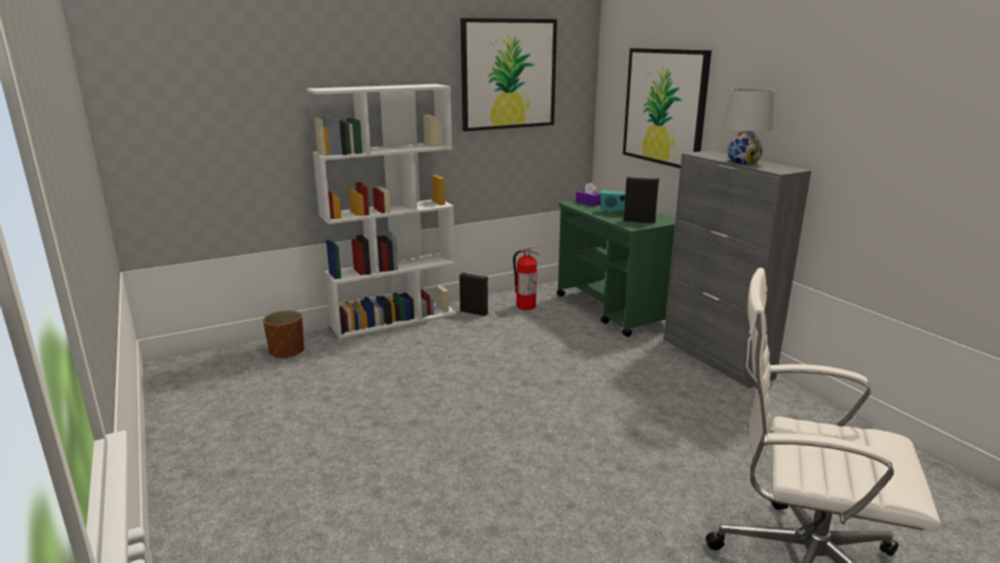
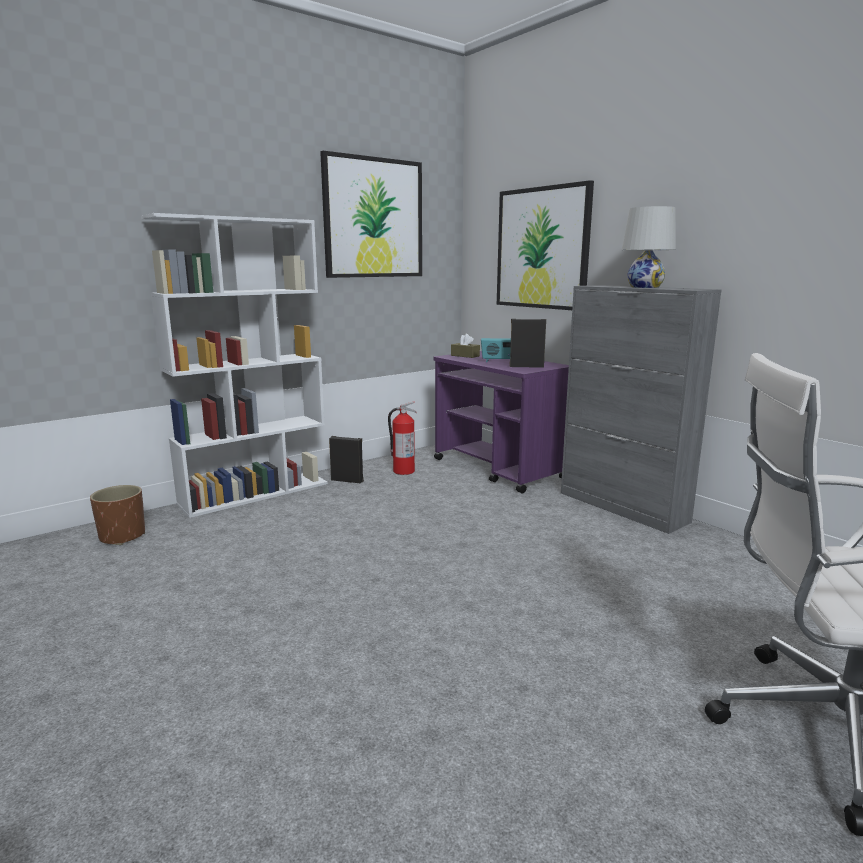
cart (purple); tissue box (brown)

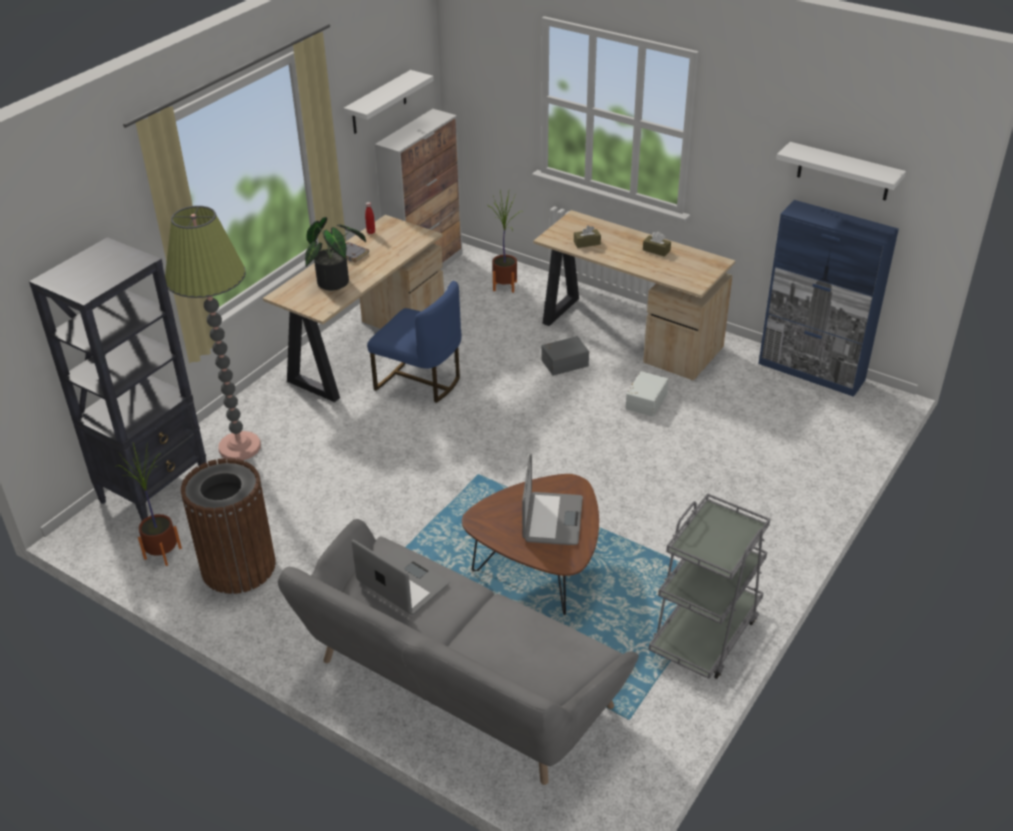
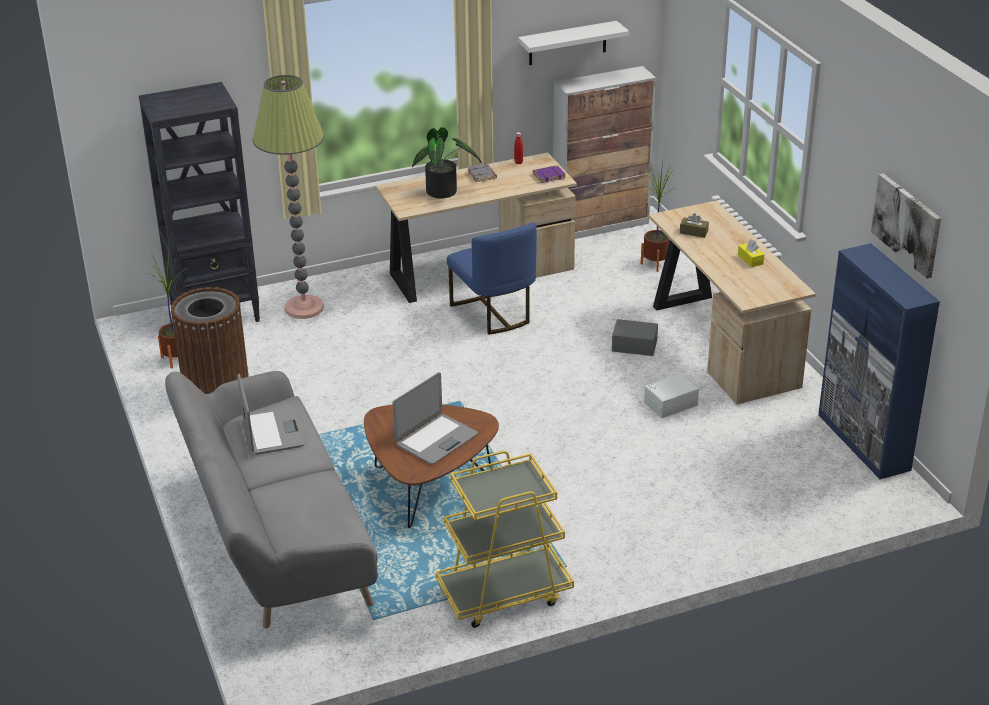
tissue box (yellow); cart (yellow); picture; book (purple)

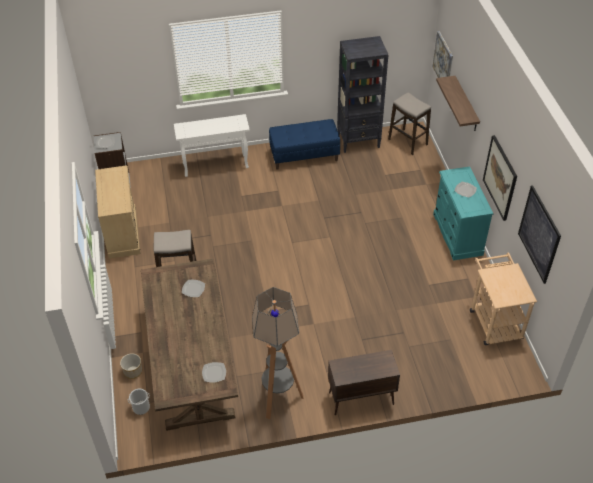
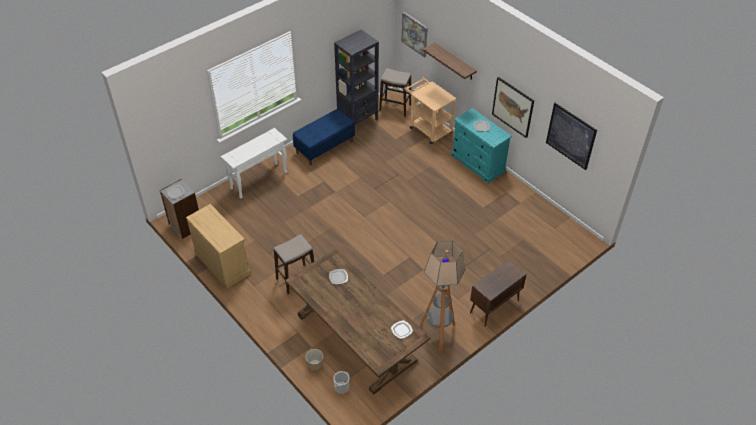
cart (beige)

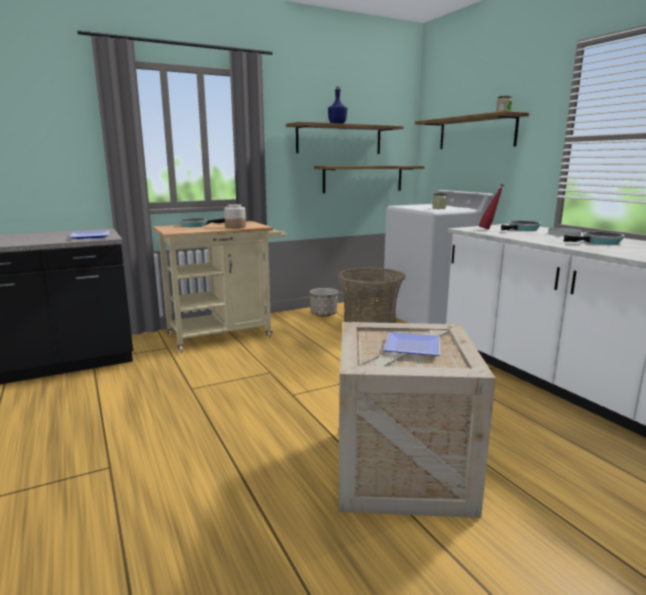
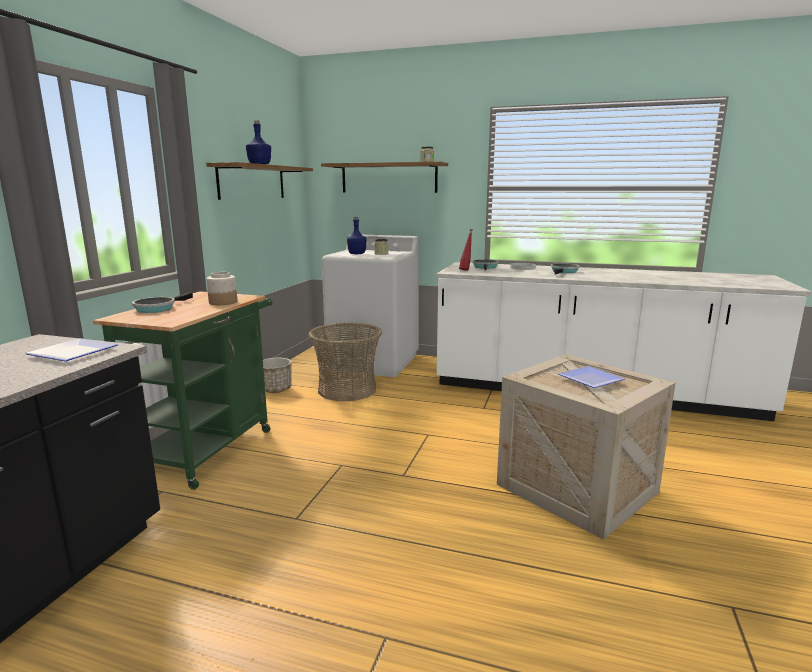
cart (green); shelf (no. 2 from left in the first image); bottle (blue) (no. 2 from left)

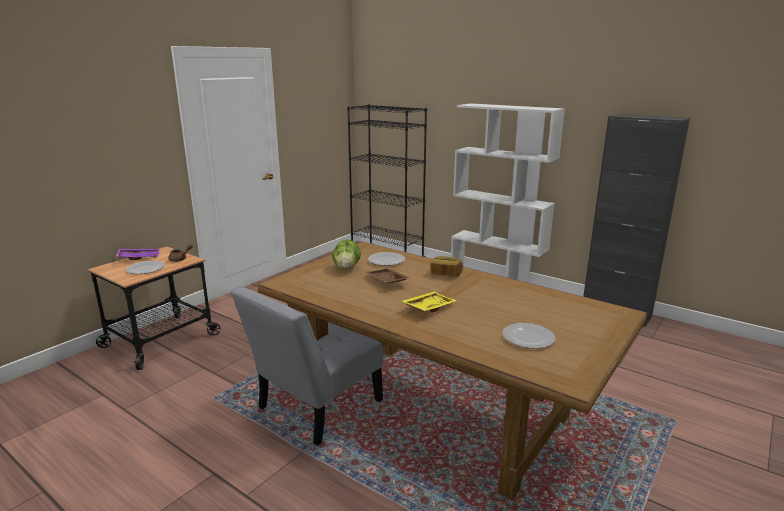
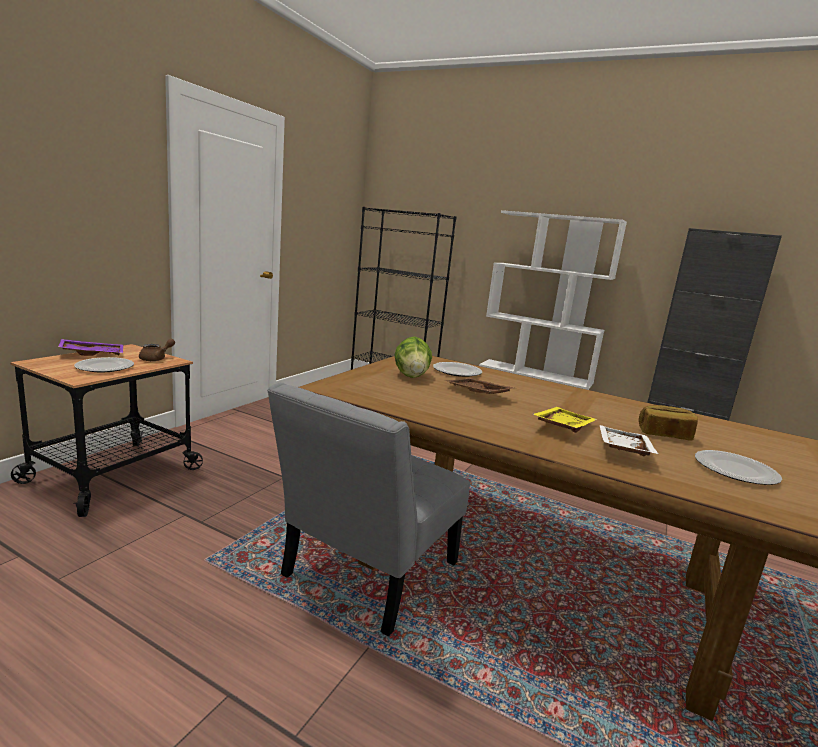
bread; tray (white)

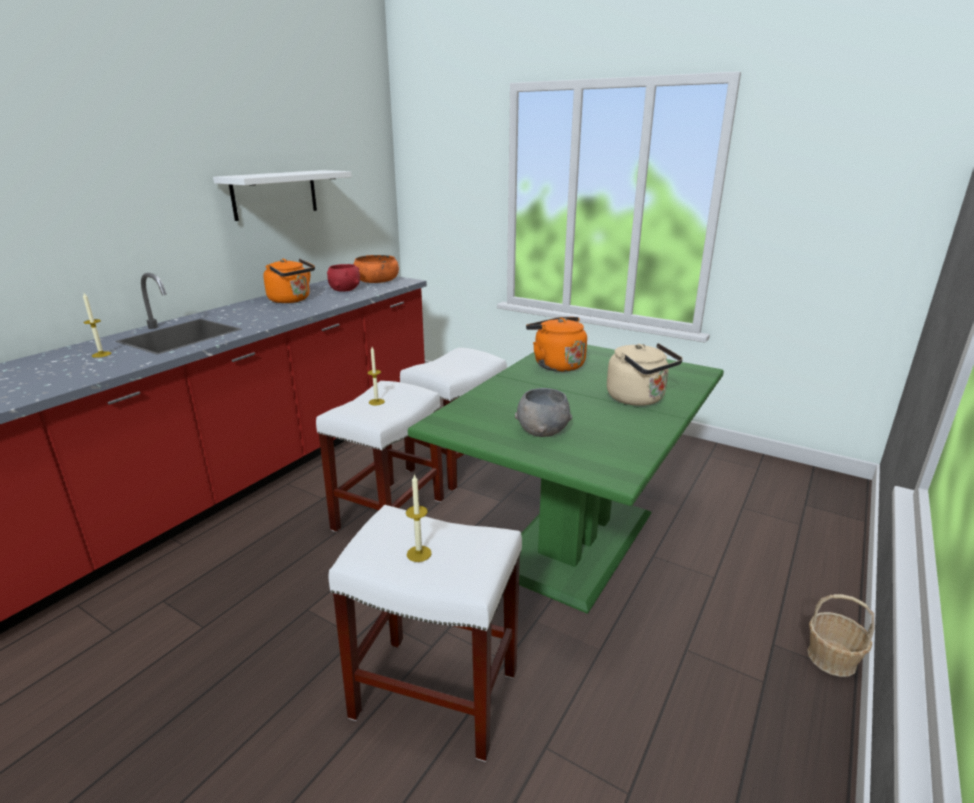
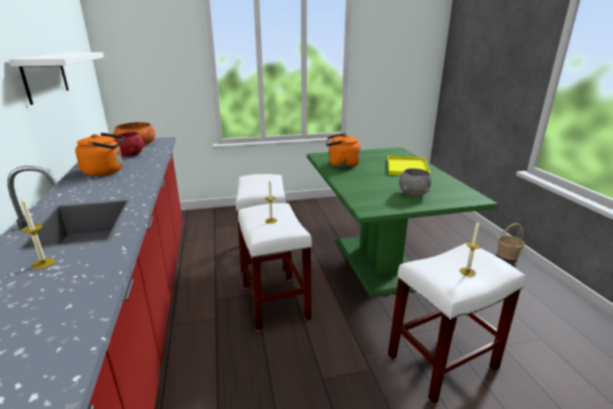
tray (yellow)

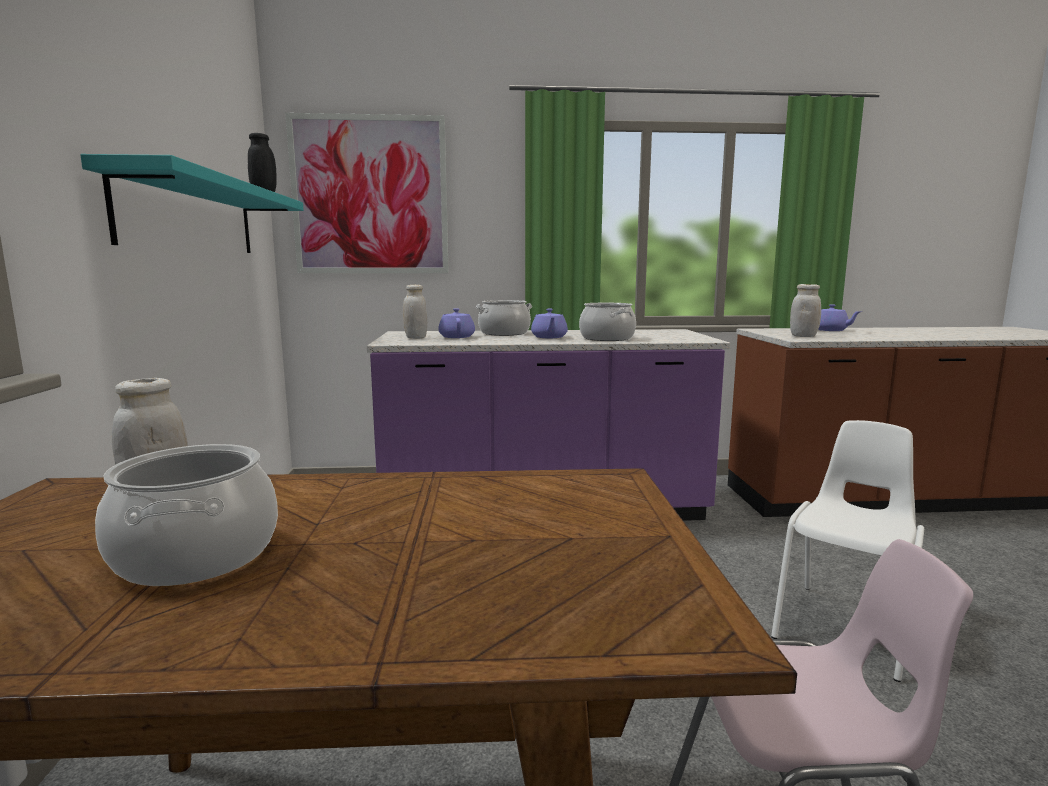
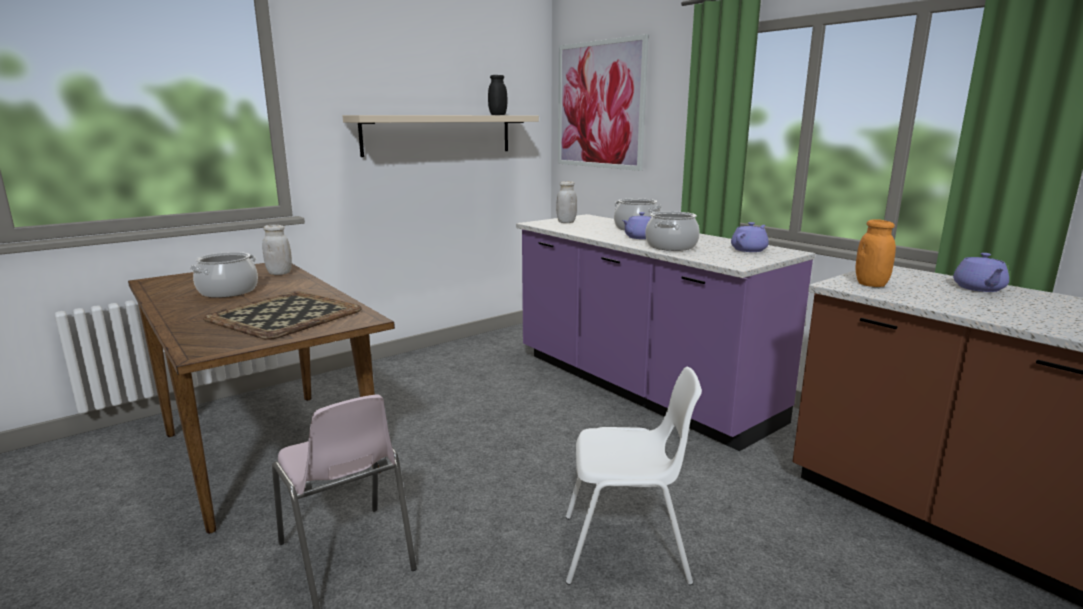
shelf (beige); teapot (purple) (no. 2 from left); jar (orange); tray

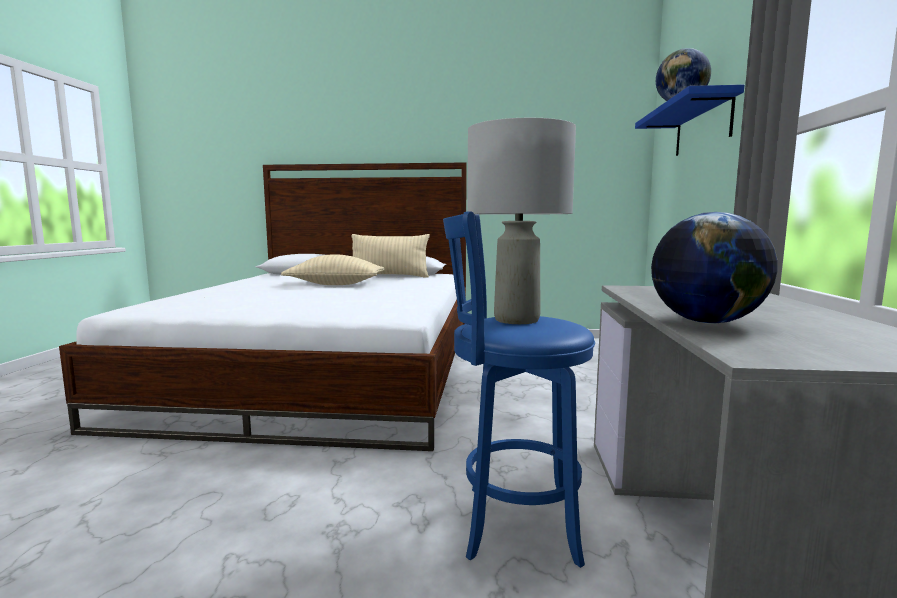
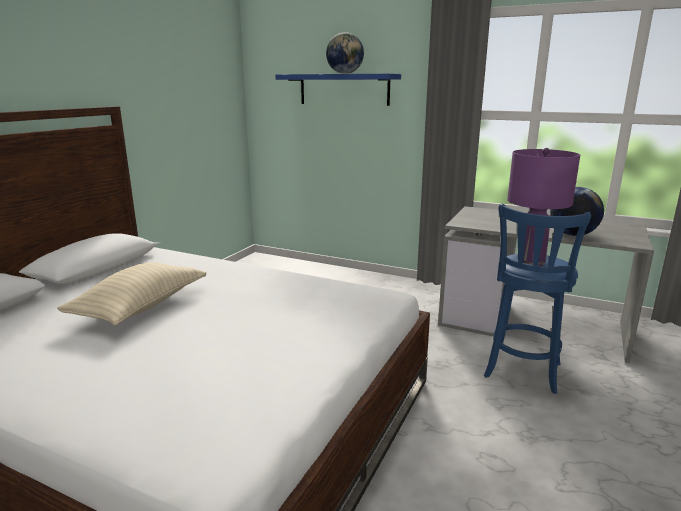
pillow (beige) (no. 2 from left in the first image); table lamp (purple)

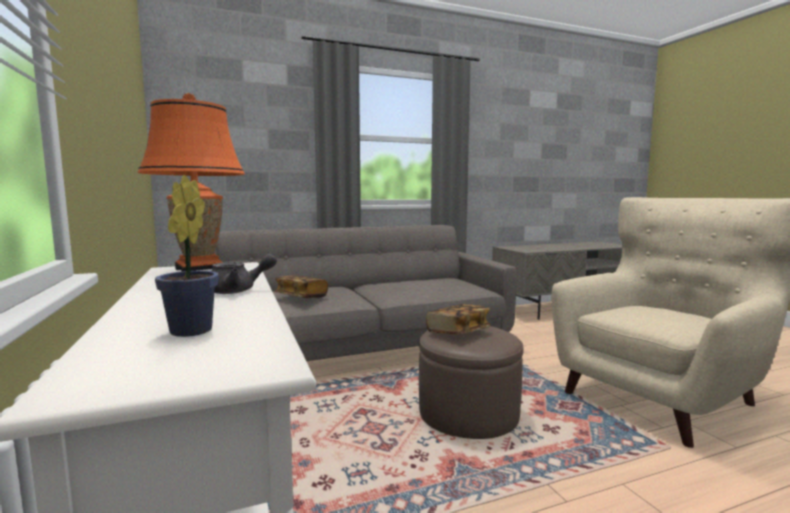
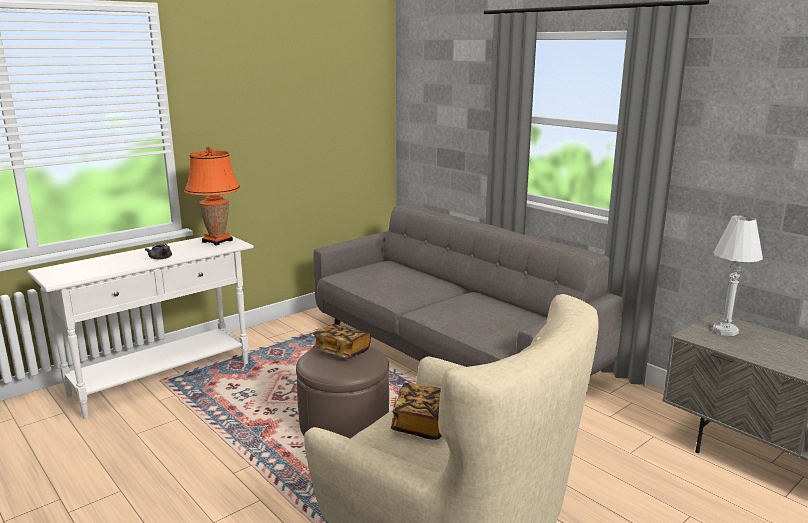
potted plant; book (no. 2 from left); table lamp (white)

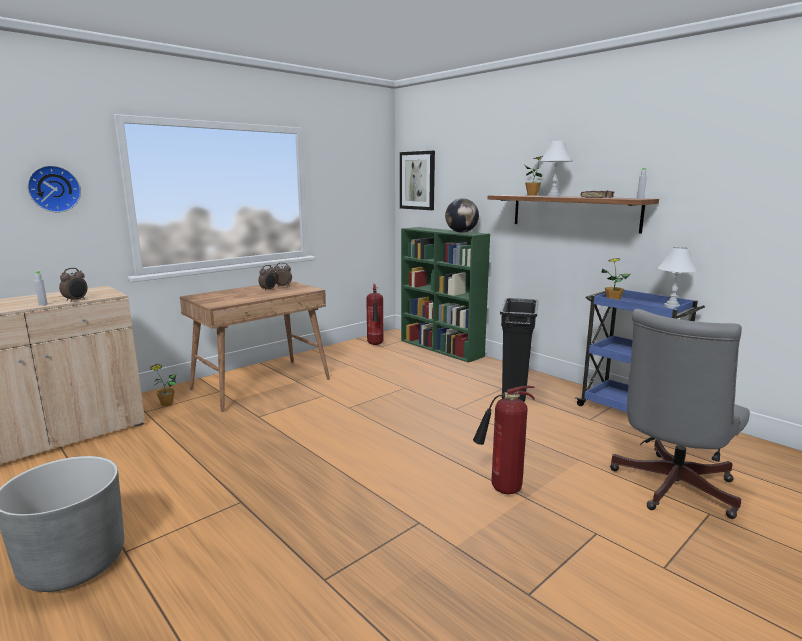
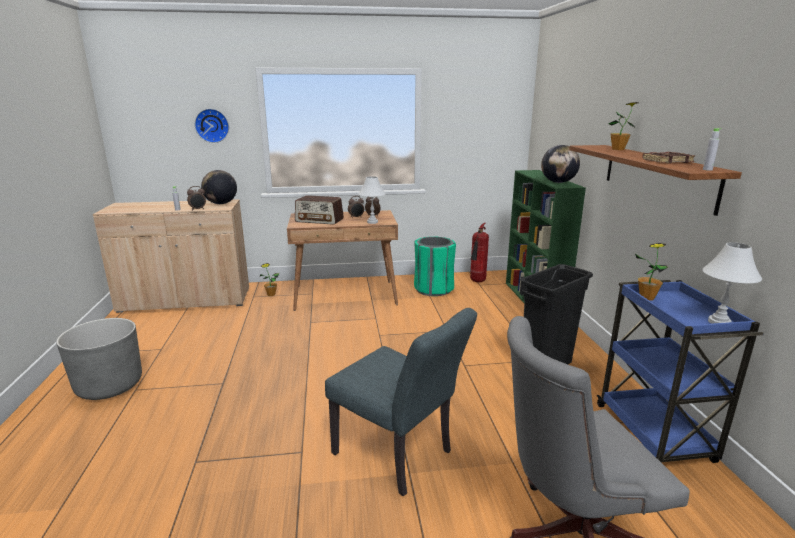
picture; chair (grey); table lamp (white) (no. 1 from left); globe (no. 1 from left); radio; trash can (green)

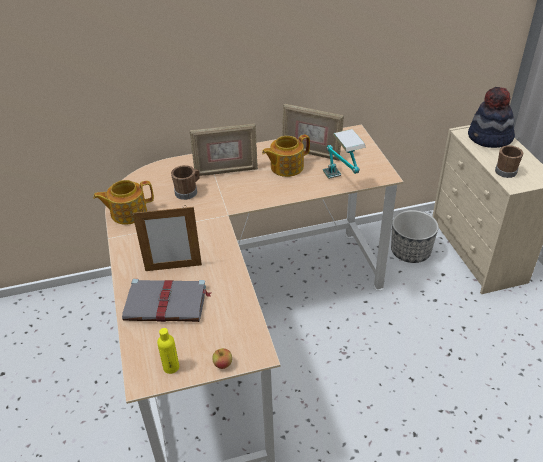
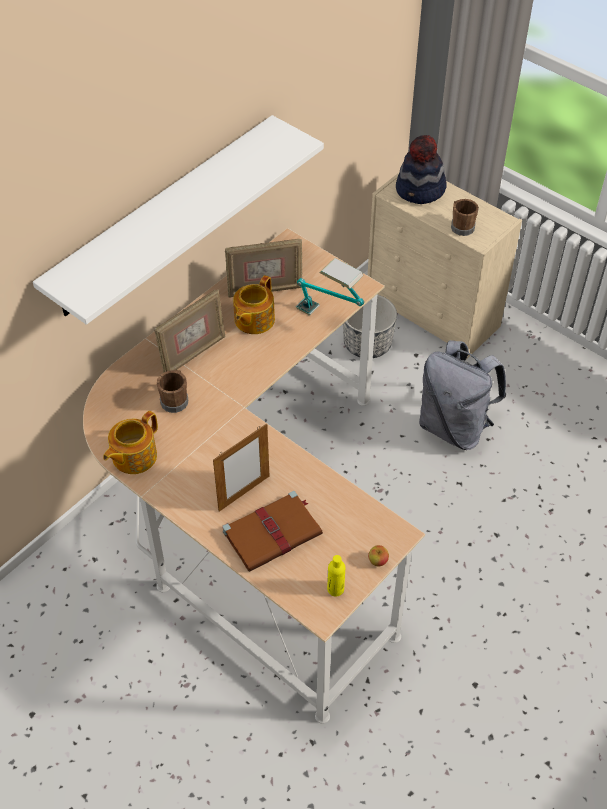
book (brown); shelf (white); backpack (grey)

